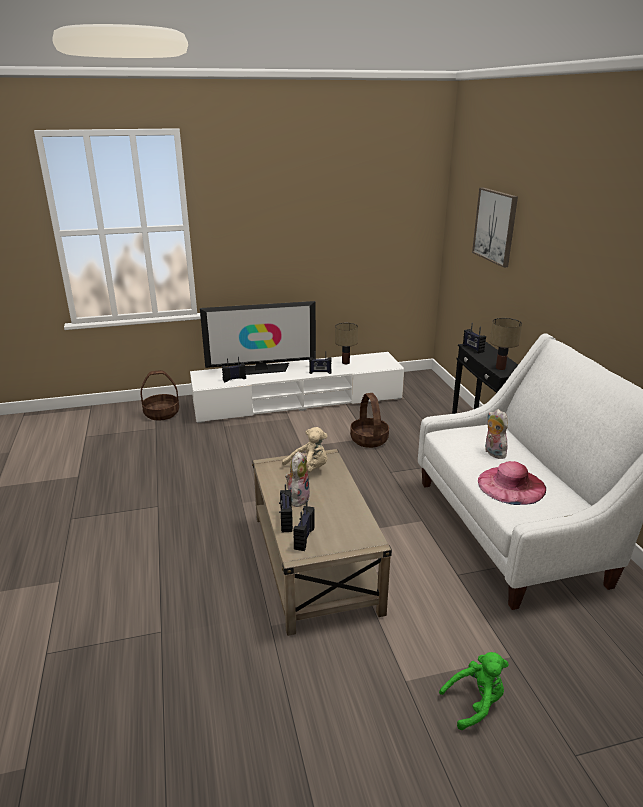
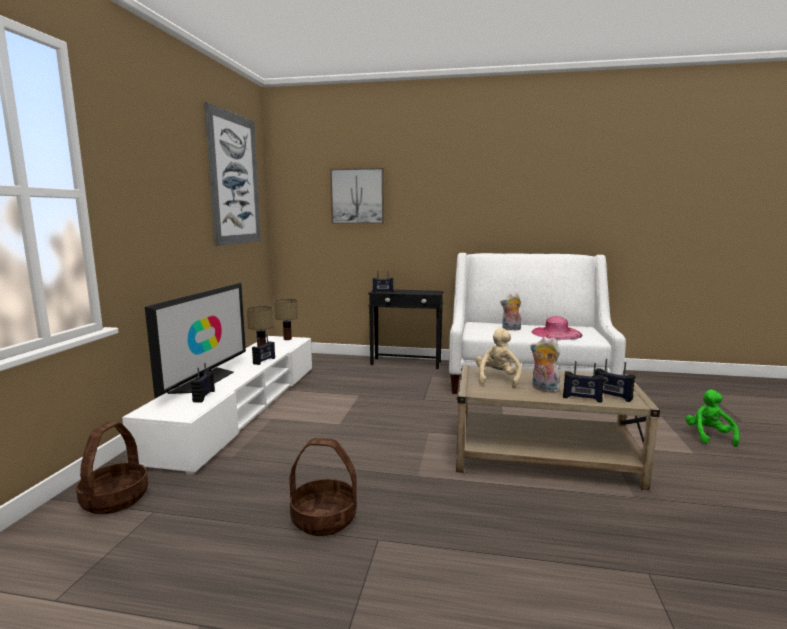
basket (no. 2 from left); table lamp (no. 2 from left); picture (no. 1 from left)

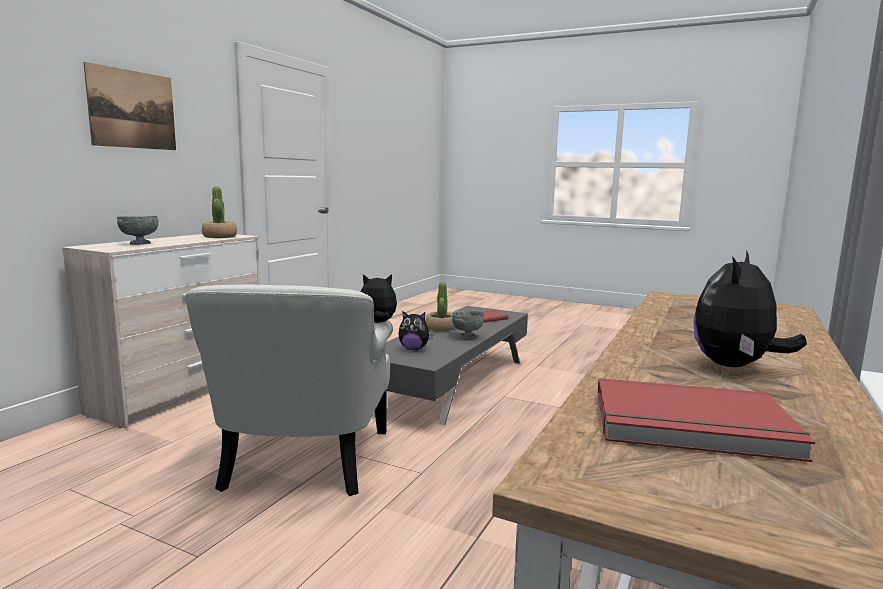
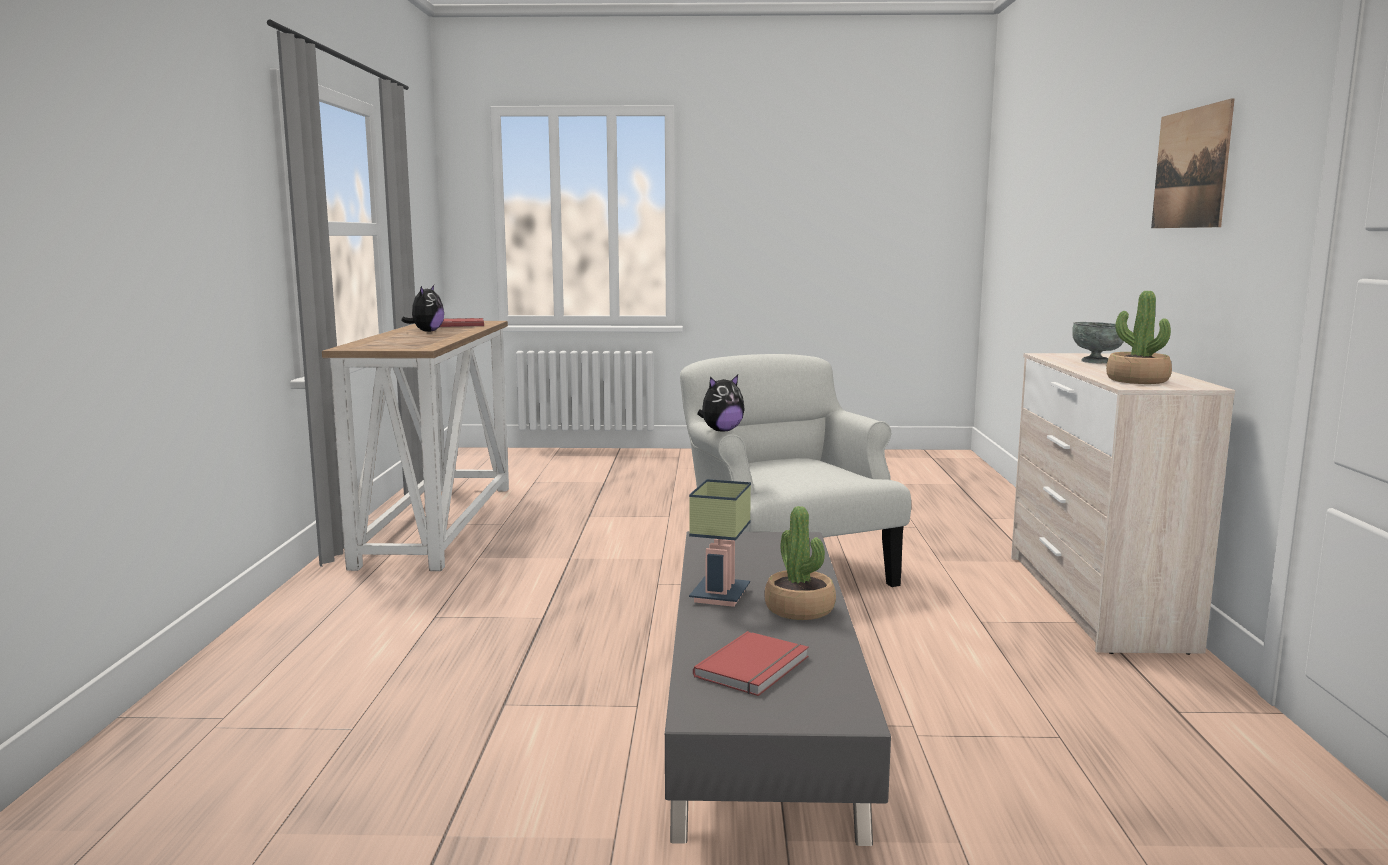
plush toy (no. 2 from left in the first image); table lamp

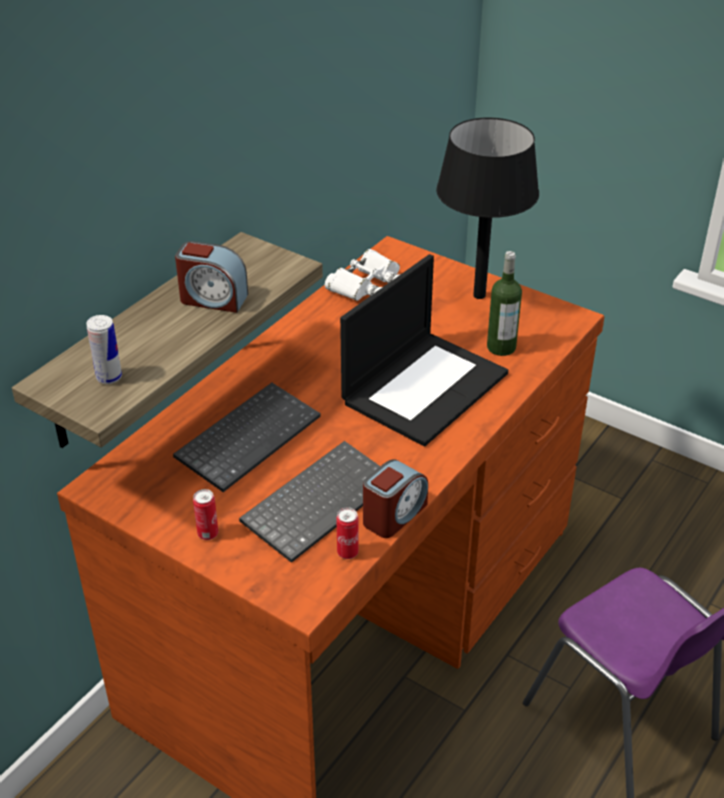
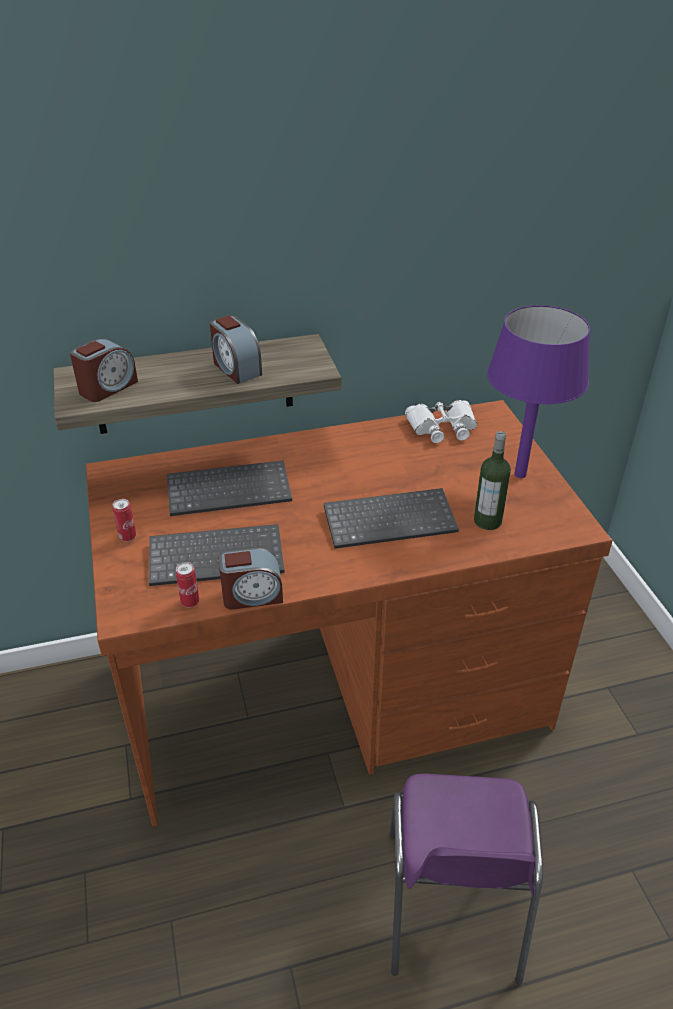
alarm clock (no. 1 from left); keyboard (no. 3 from left); table lamp (purple)

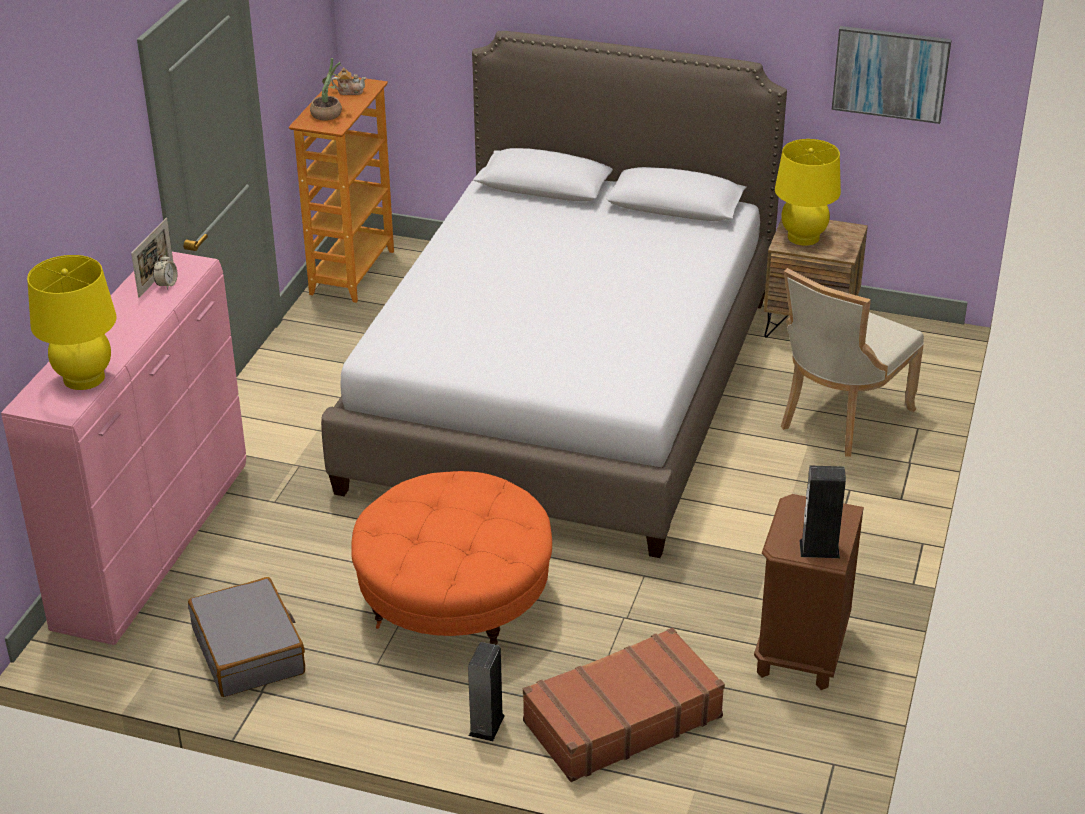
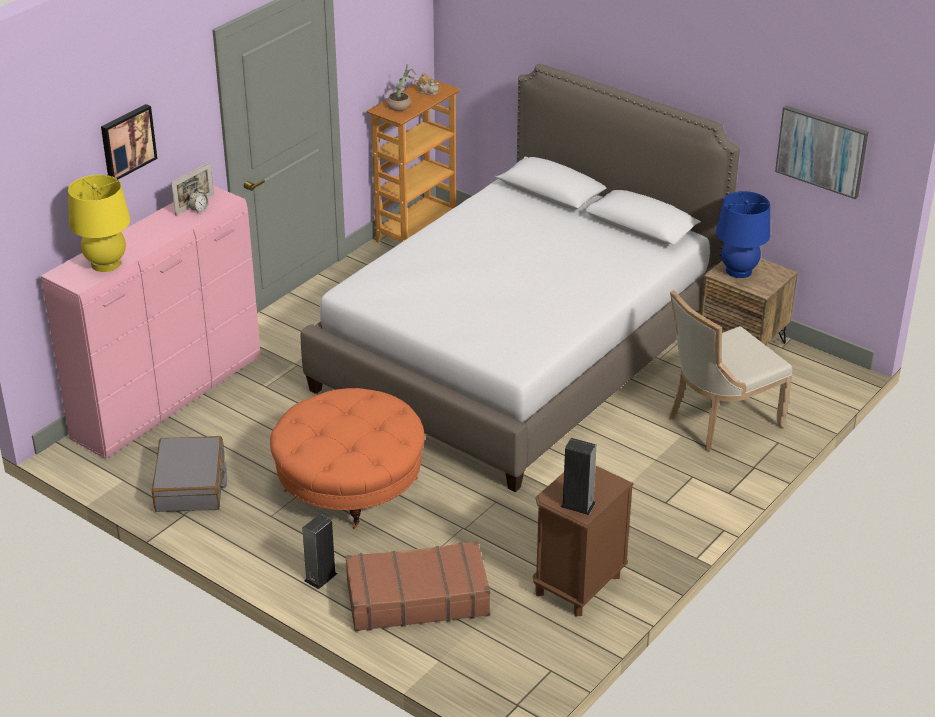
table lamp (blue); picture (no. 1 from left)

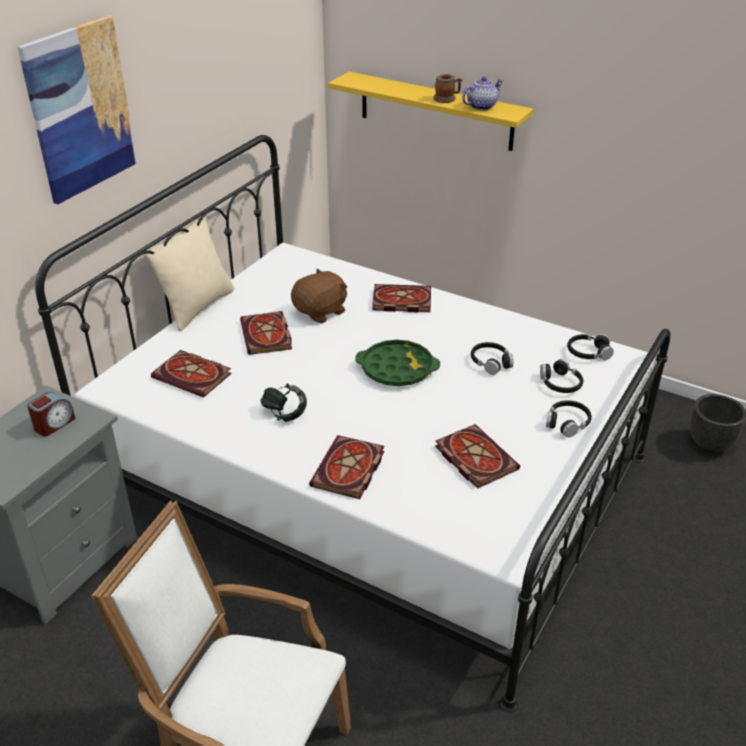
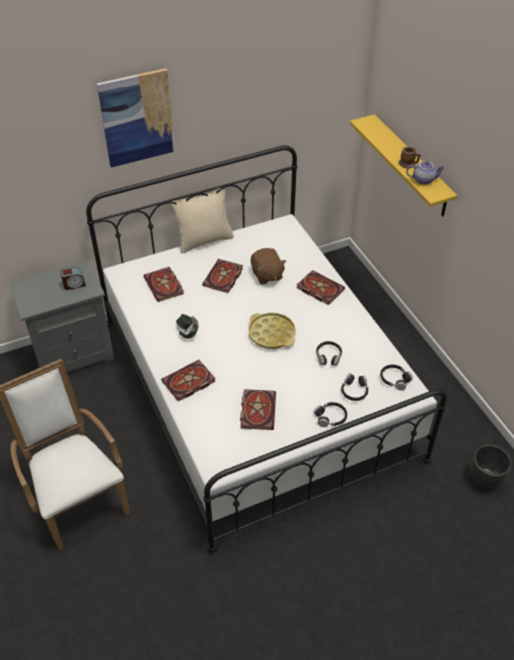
plush toy (brown); tray (yellow)

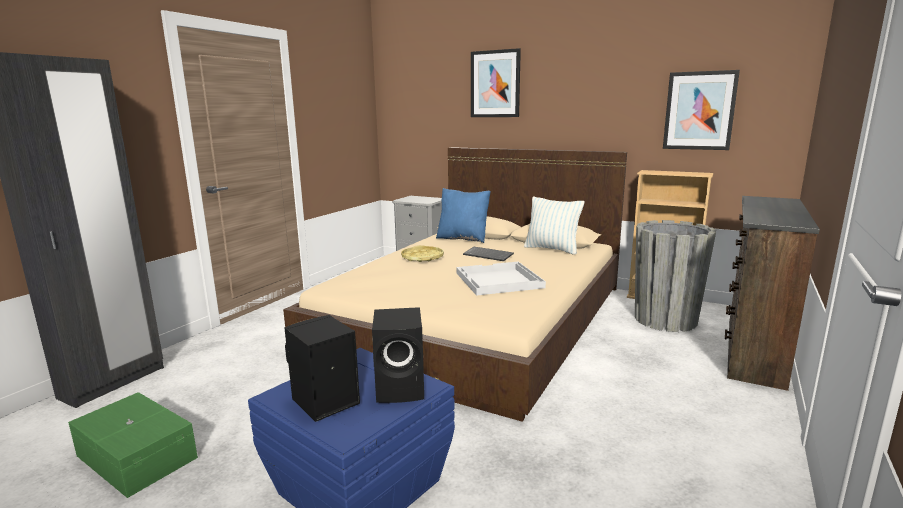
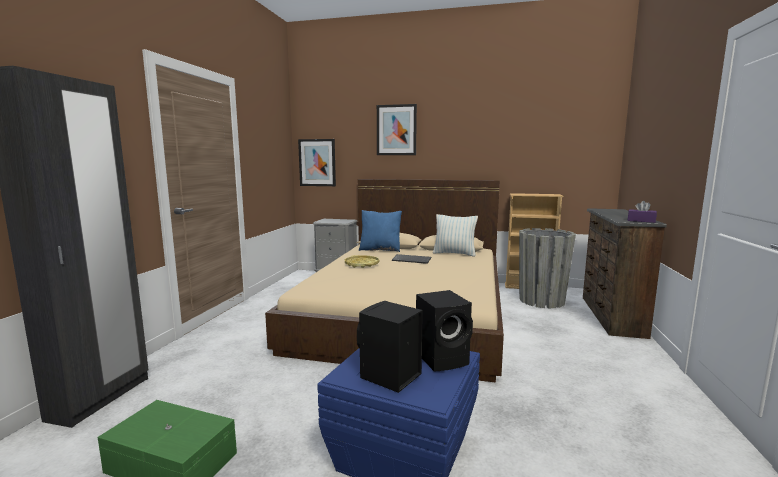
tray (white); picture (no. 1 from left); tissue box (purple)

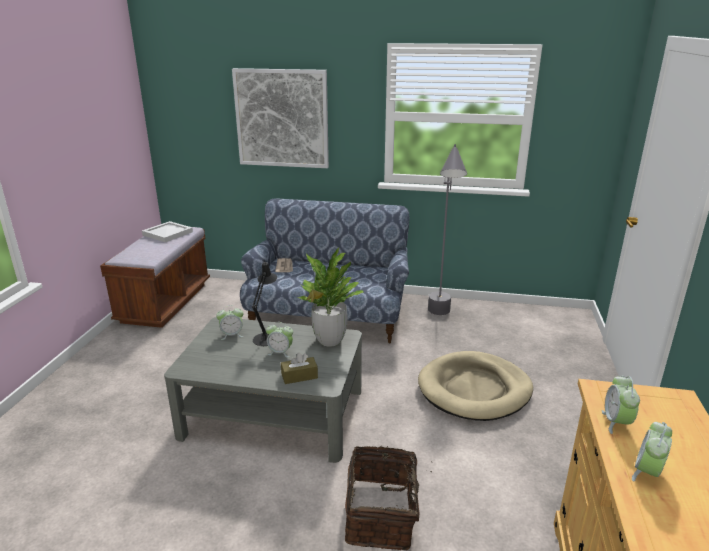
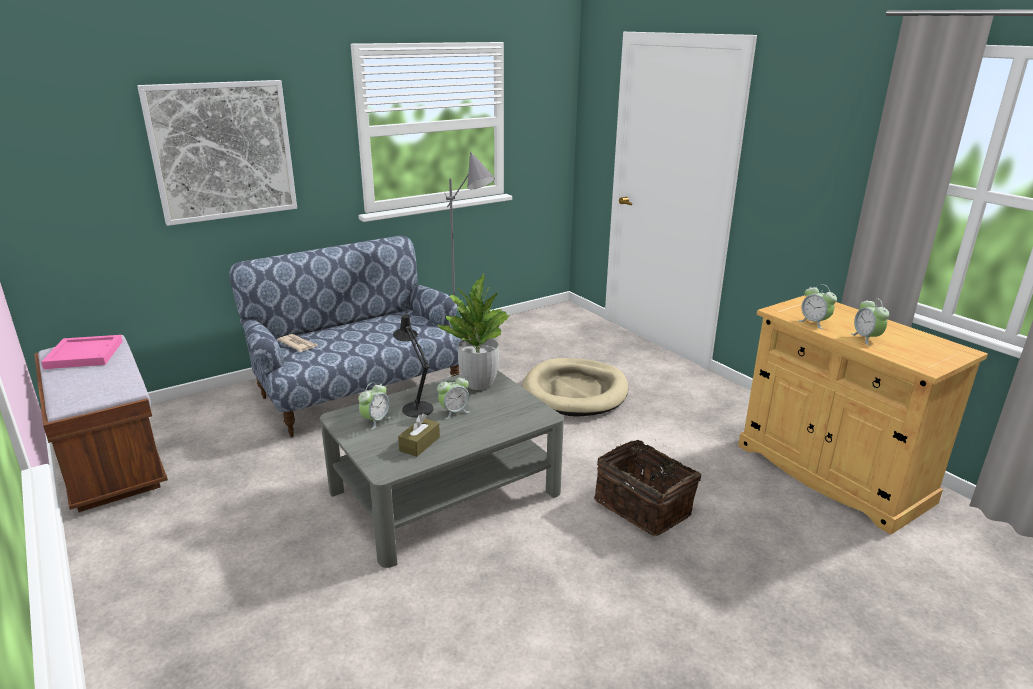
tray (pink); tissue box (brown)

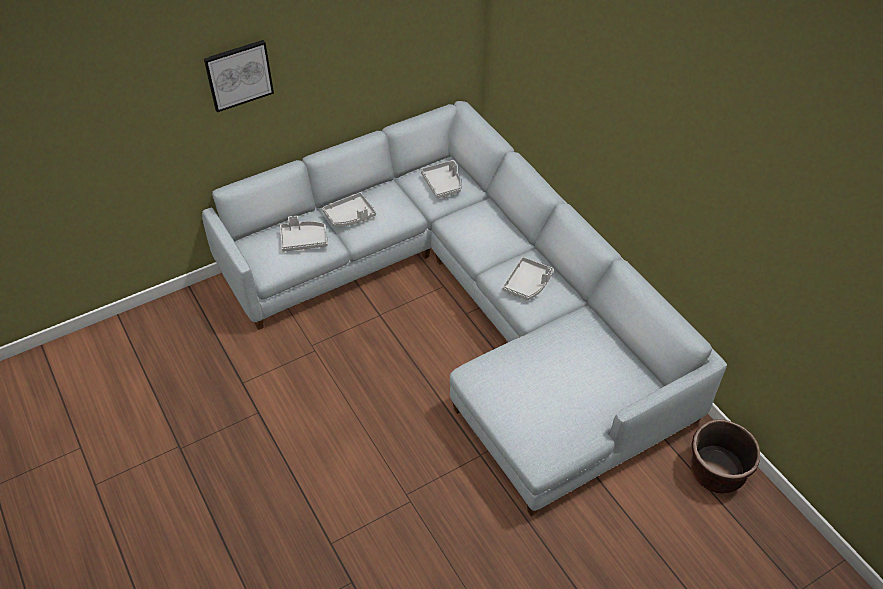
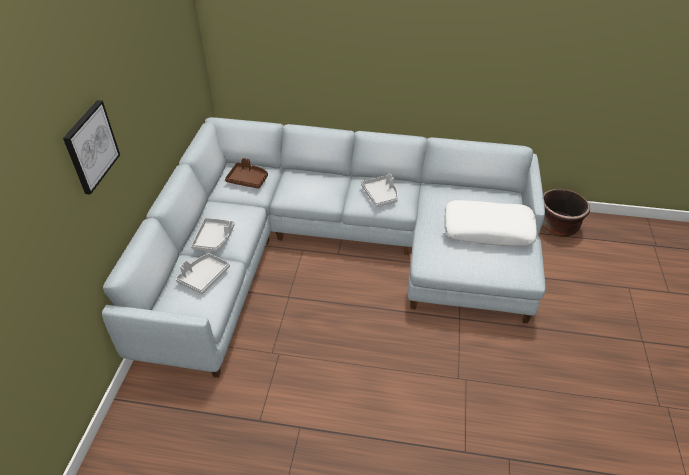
tray (brown); pillow (white)

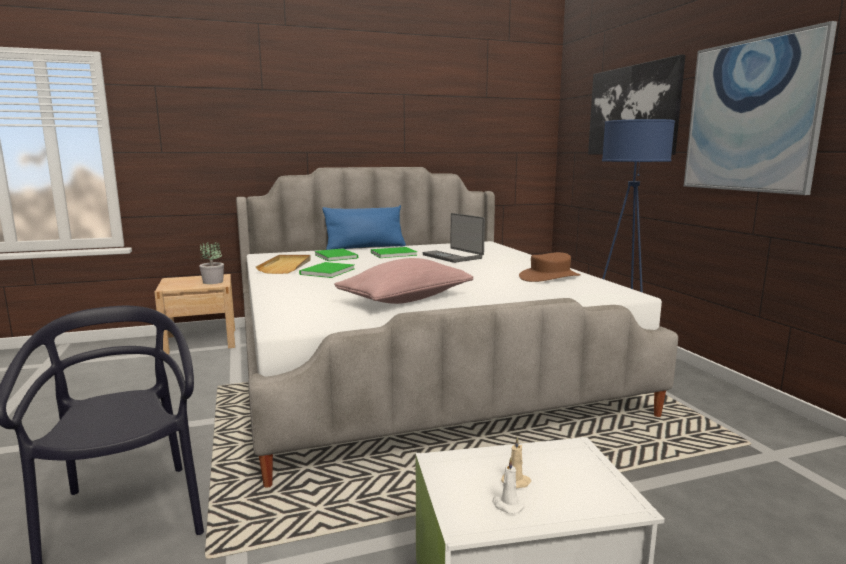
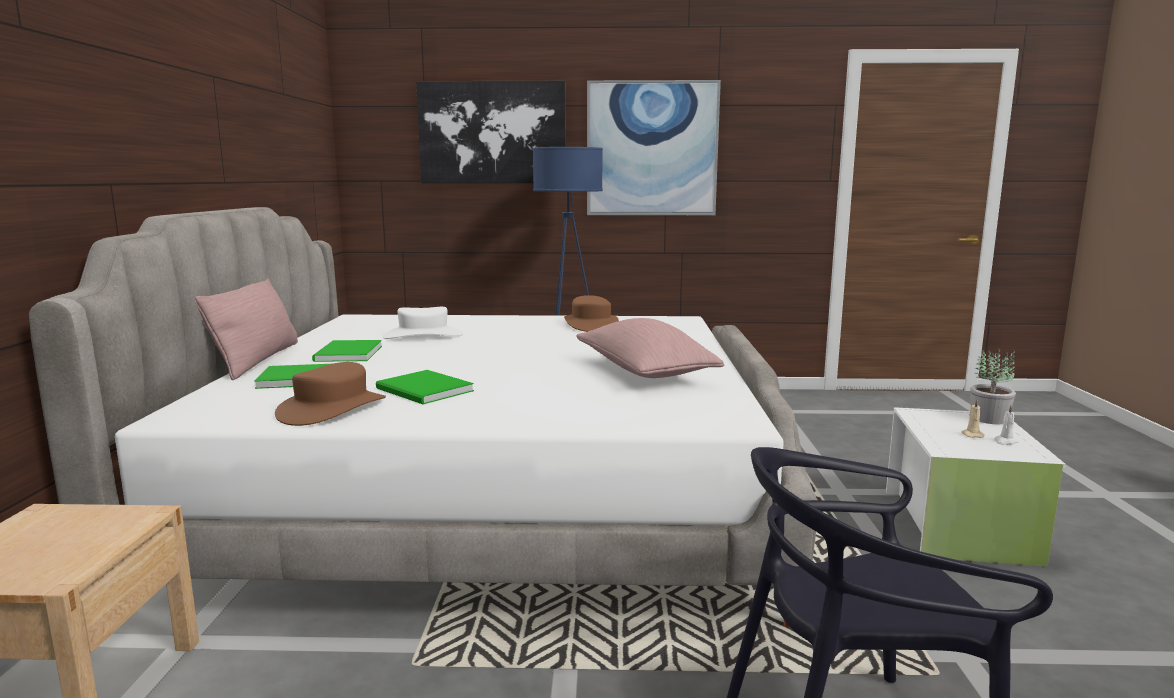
potted plant; hat (brown) (no. 1 from left); pillow (pink) (no. 1 from left); hat (white)

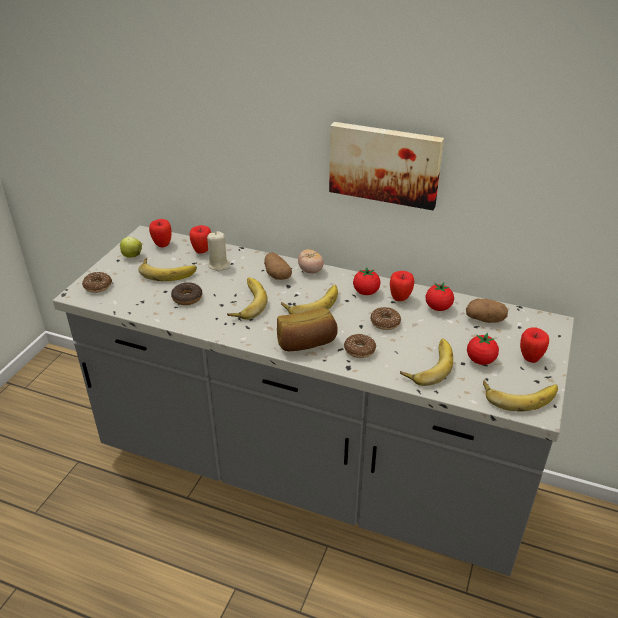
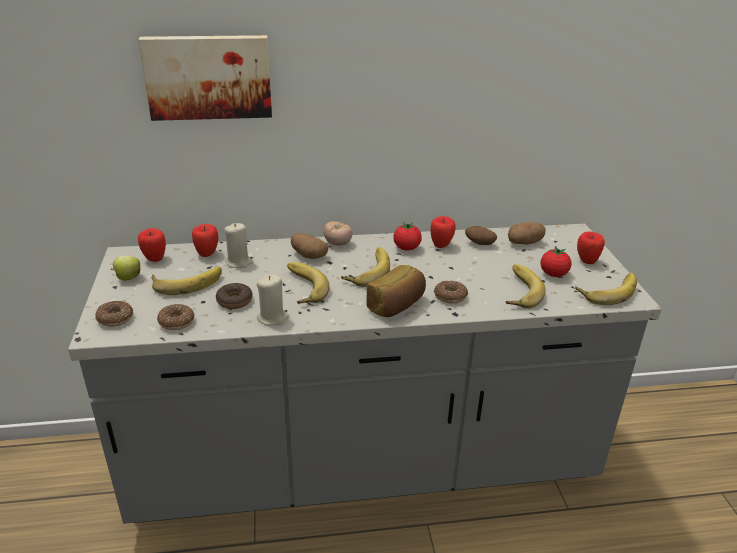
picture; donut (no. 2 from left); potato (no. 2 from left); candle (beige) (no. 2 from left)

